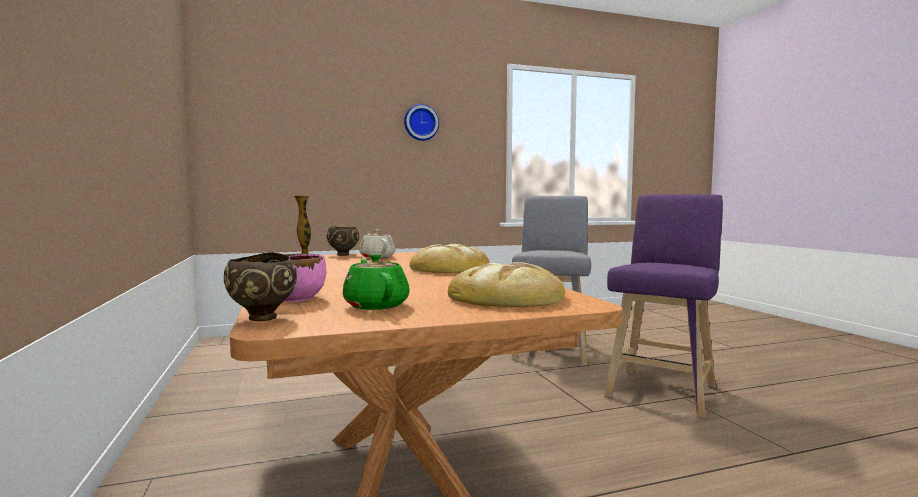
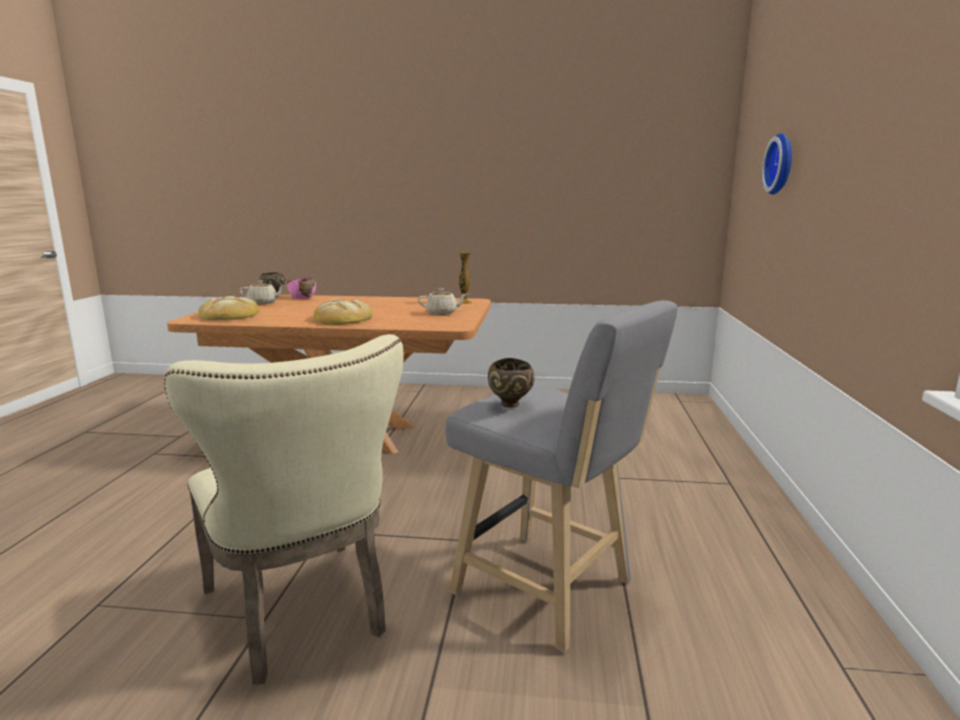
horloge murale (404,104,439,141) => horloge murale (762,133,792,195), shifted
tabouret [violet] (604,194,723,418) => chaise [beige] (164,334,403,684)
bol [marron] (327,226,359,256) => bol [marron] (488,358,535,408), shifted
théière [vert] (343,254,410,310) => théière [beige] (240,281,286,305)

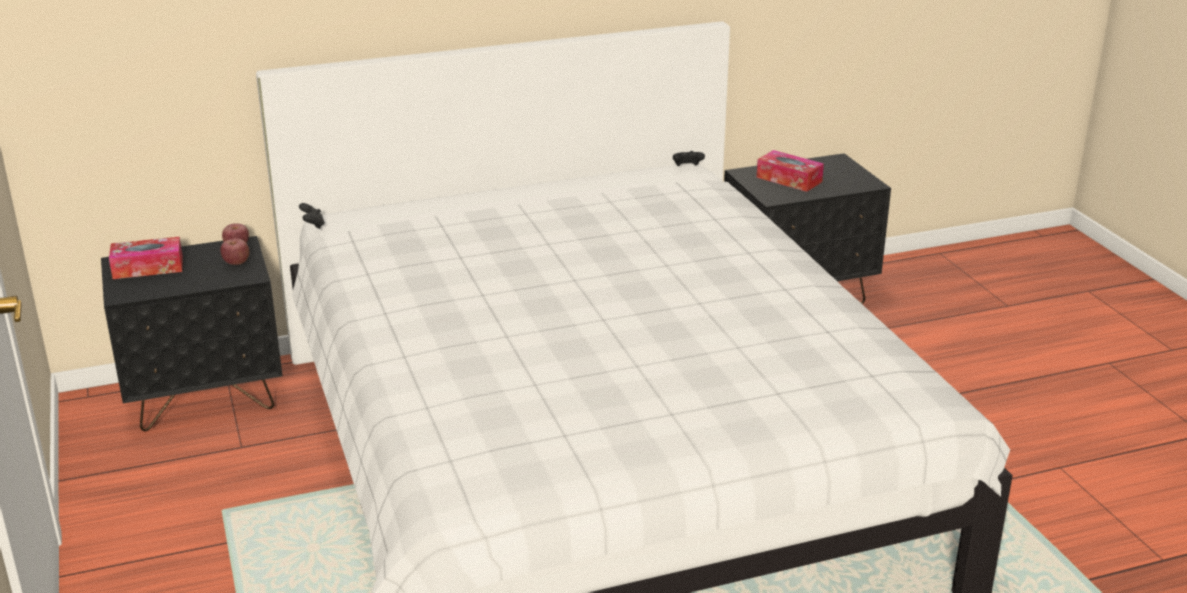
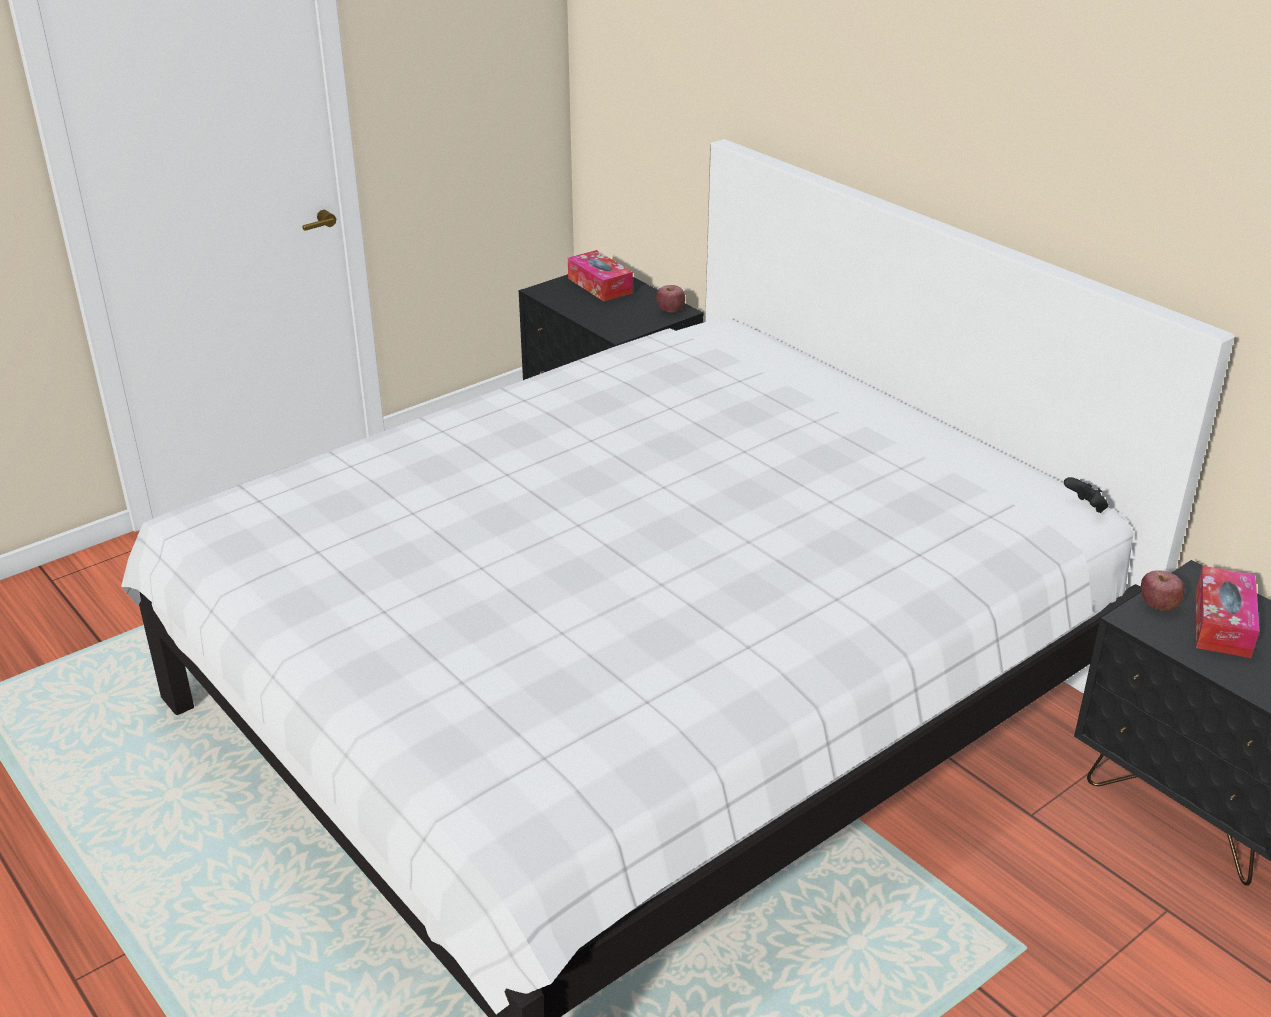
manette [noir] (299,203,325,229) => nothing
pomme (220,238,249,265) => pomme (1141,570,1184,611), shifted

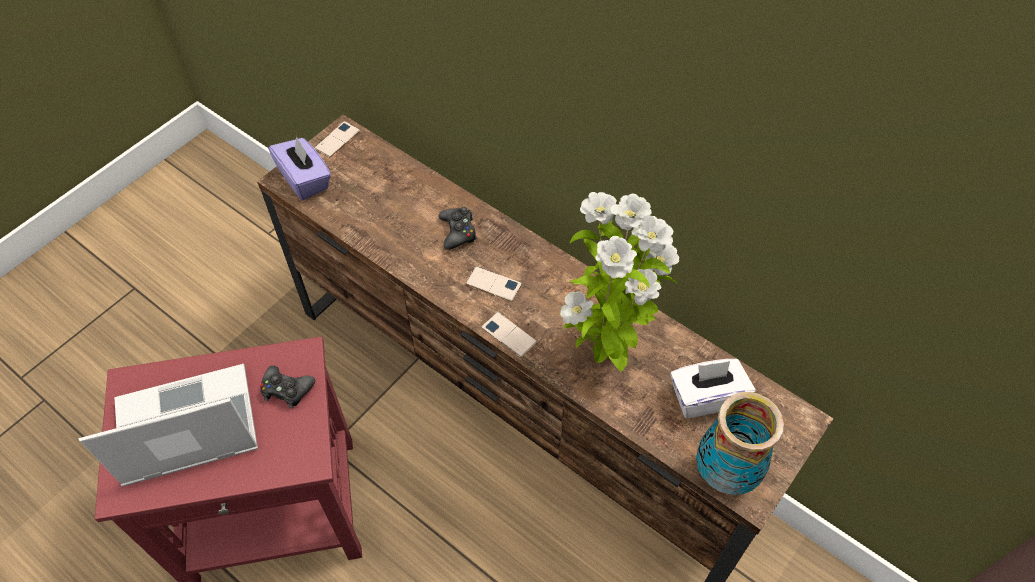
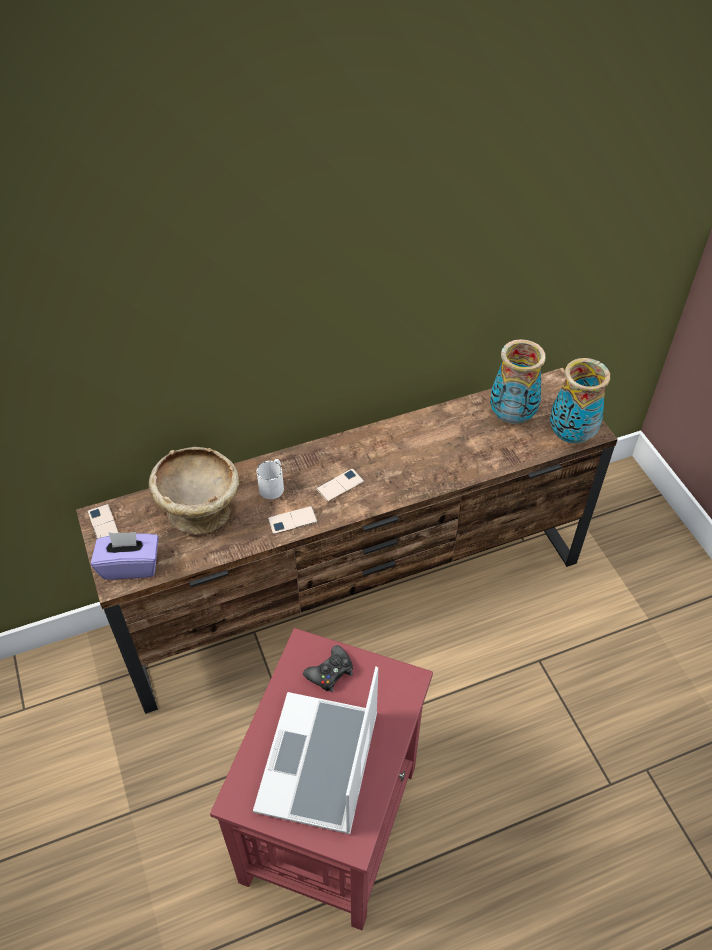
plante en pot (560,192,679,372) => nothing
manette [noir] (439,207,477,250) => mug [blanc] (257,459,284,499)
téléphone (481,312,537,358) => téléphone (268,506,318,534), shifted
boîte à mouchoirs [blanc] (670,359,756,418) => vase (490,339,546,424)
nothing => bol [beige] (149,447,239,535)

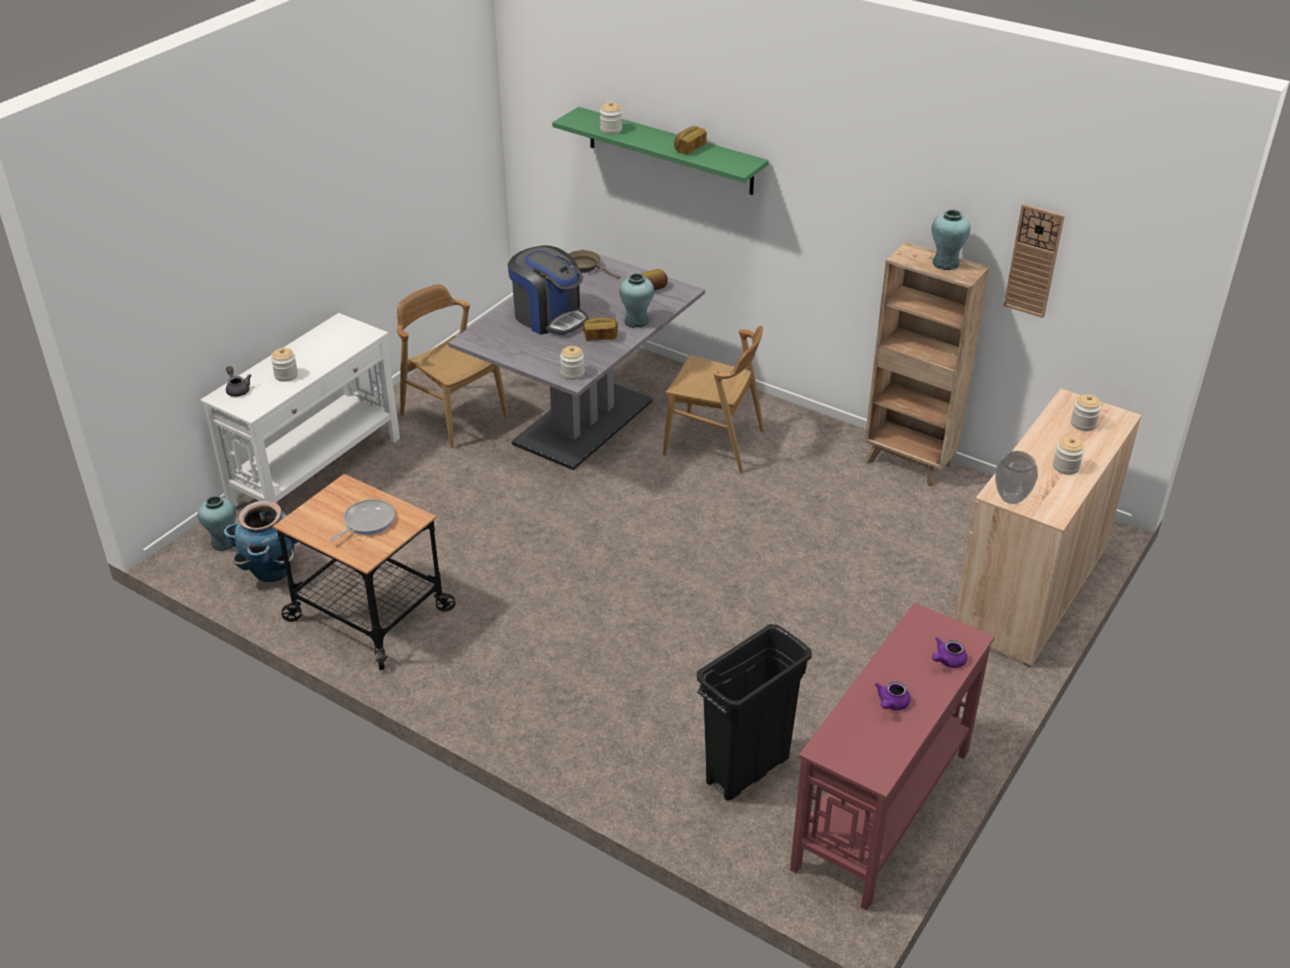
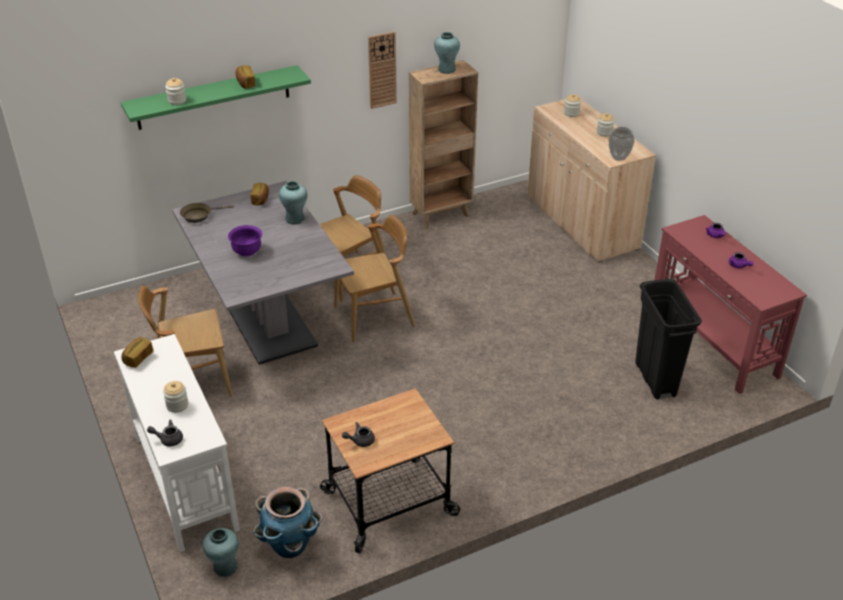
horloge murale (1004,204,1065,318) => horloge murale (368,31,397,109), shifted
machine à café (508,245,589,335) => bol [violet] (228,225,262,257)
pain (583,317,618,341) => pain (121,337,153,368), shifted
bocal (560,346,584,380) => nothing
poêle (329,499,395,541) => nothing
nothing => chaise [marron] (334,215,415,343)
nothing => théière [gris] (342,422,375,447)

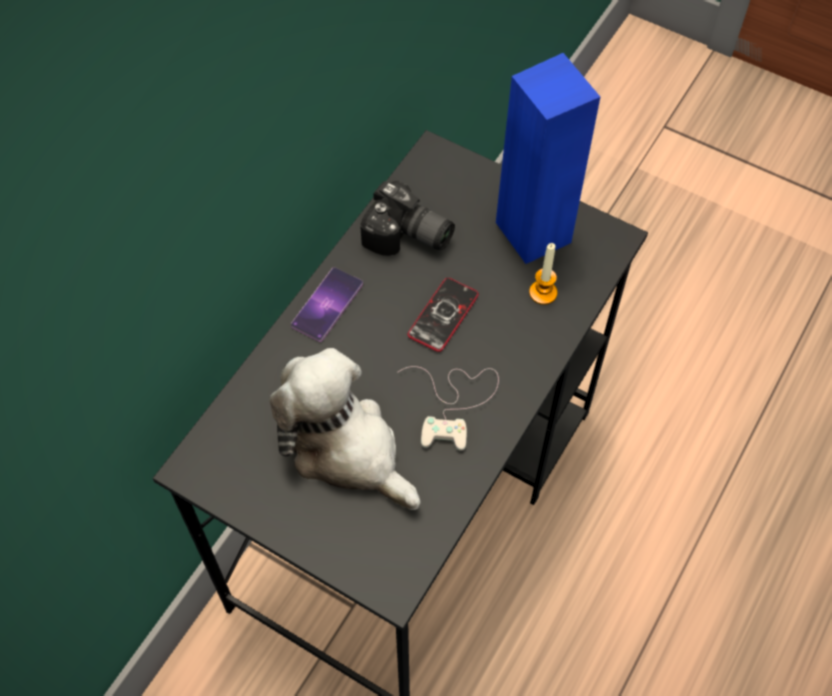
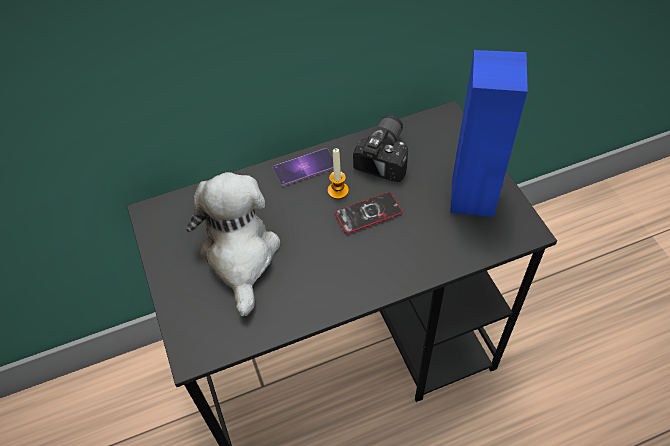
appareil photo (360,181,455,256) => appareil photo (353,115,408,182), 135 degrees counterclockwise
bougie (529,243,557,305) => bougie (327,148,349,199), shifted
manette [blanc] (397,366,499,451) => nothing

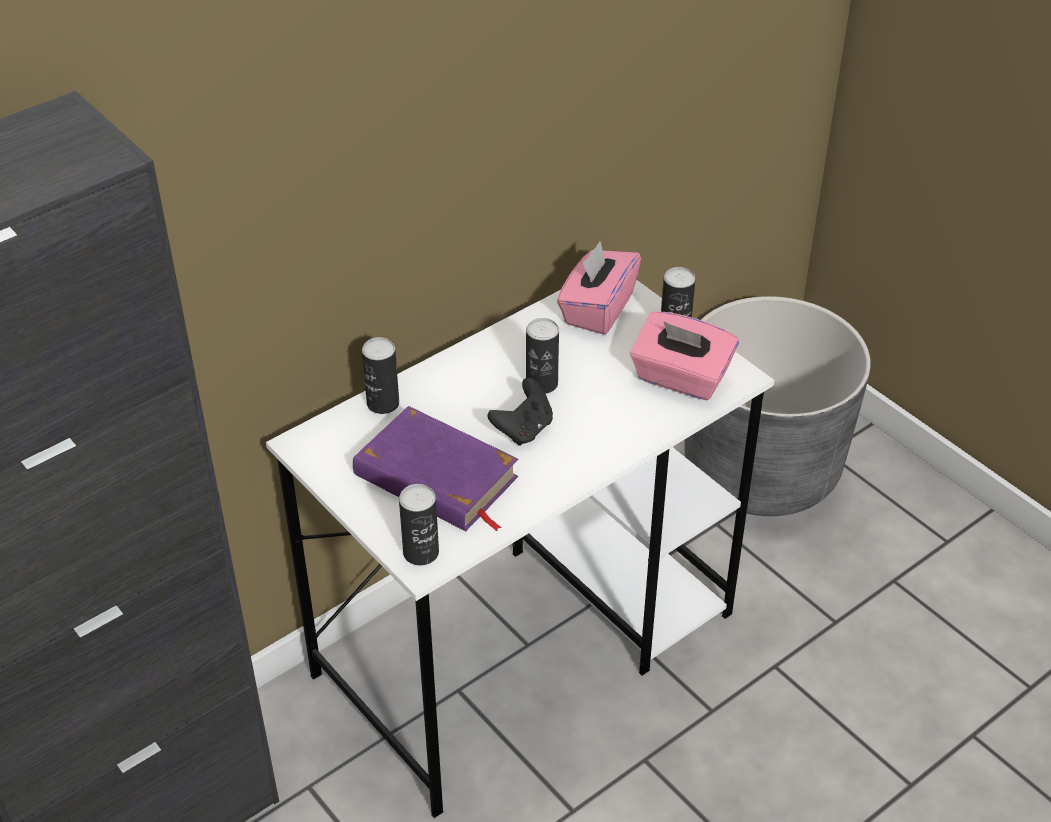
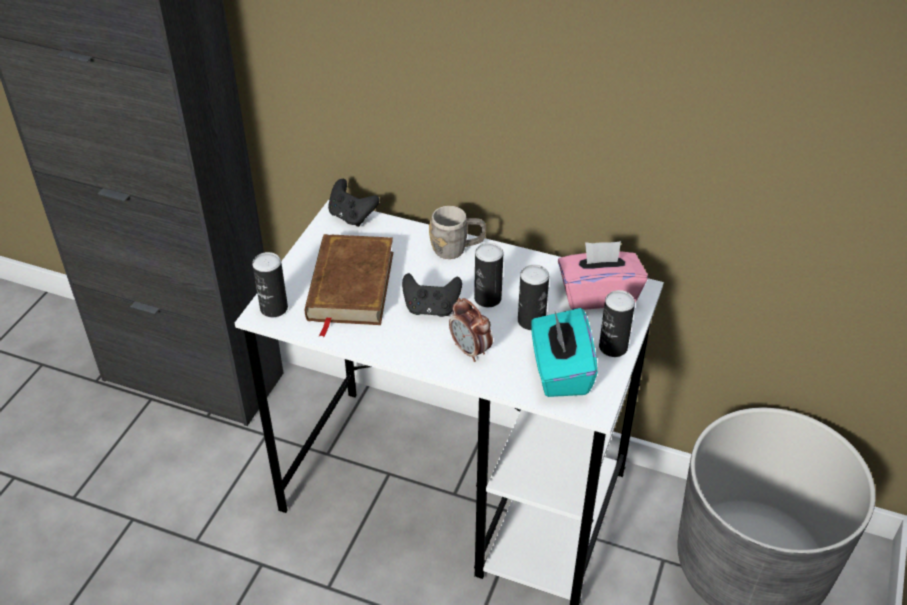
boîte à mouchoirs [rose] (630,312,739,400) => boîte à mouchoirs [turquoise] (531,308,598,397)
boîte métallique (362,337,399,414) => boîte métallique (518,265,549,330), shifted
livre [violet] (353,406,518,531) => livre [marron] (305,234,393,337)
nothing => manette [noir] (328,179,380,227)
nothing => mug [gris] (429,206,486,259)
nothing => réveil (449,298,493,362)

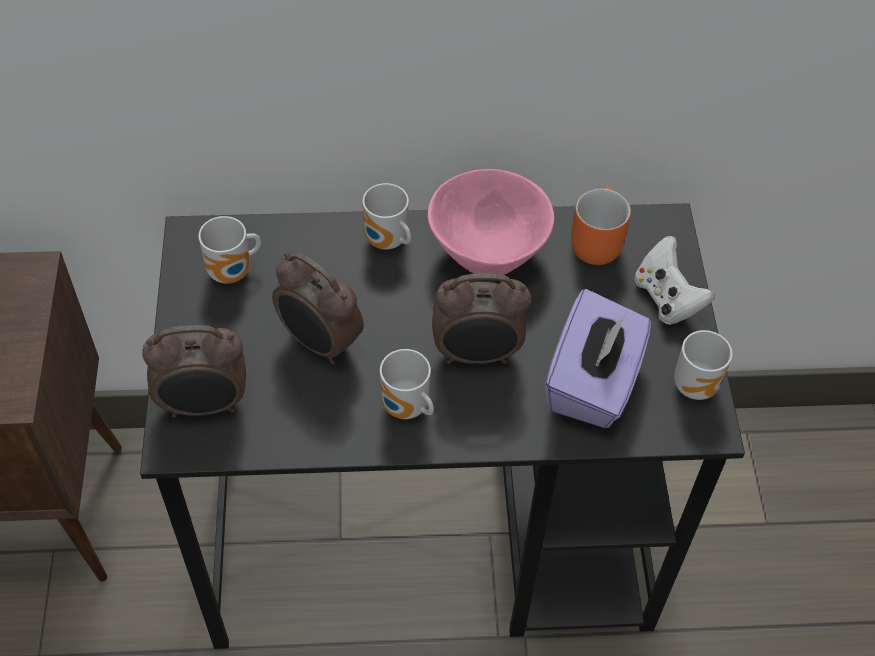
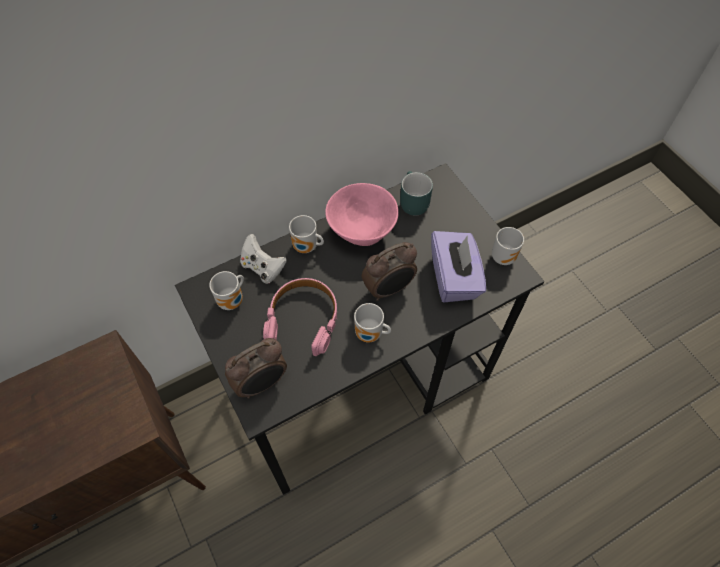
mug [orange] (571,187,631,265) => mug [turquoise] (400,171,433,216)
manette [blanc] (635,236,715,325) => manette [blanc] (240,234,287,284), shifted
réveil (272,252,364,364) => casque audio [rose] (263,278,337,356)

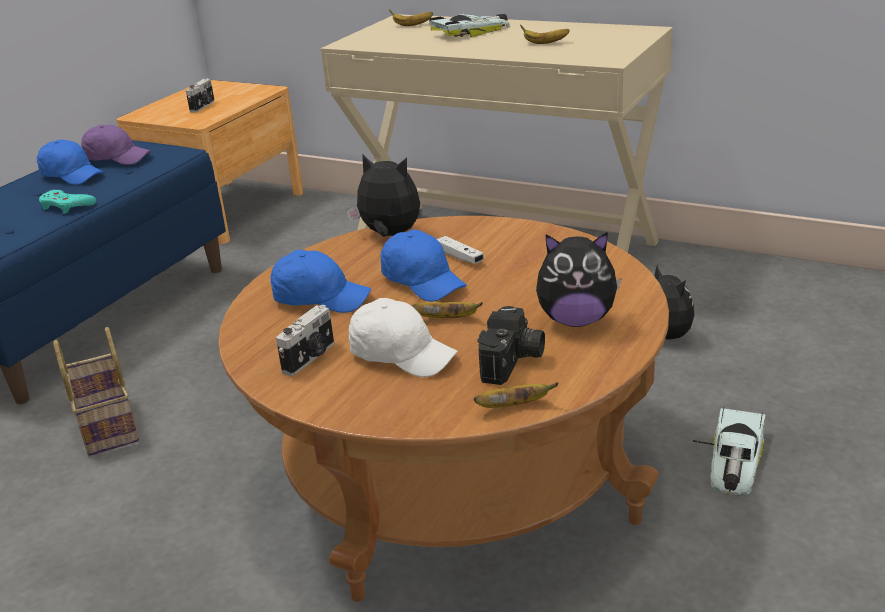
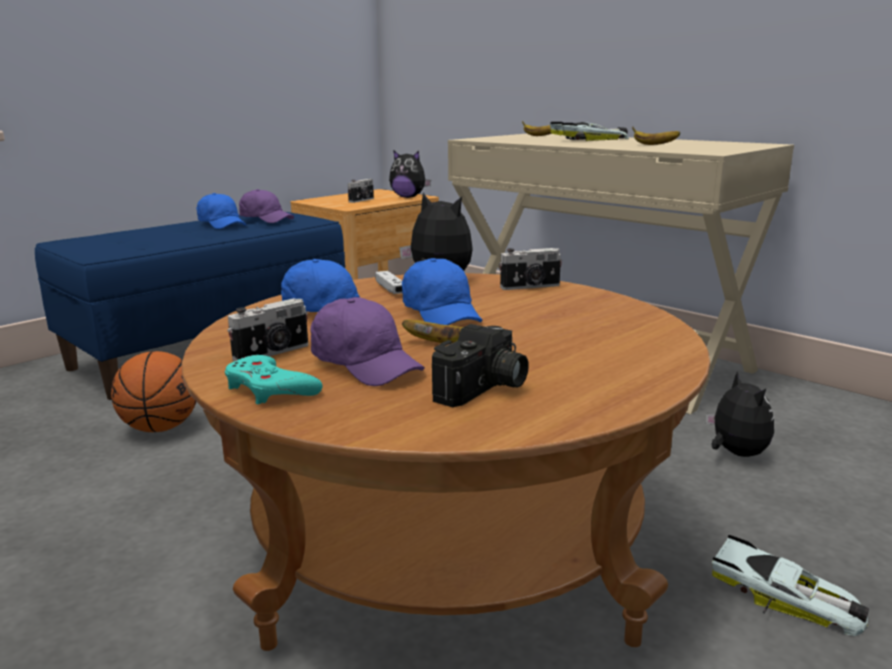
manette [turquoise] (39,190,96,214) => manette [turquoise] (225,355,323,405), shifted
peluche (536,232,621,327) => peluche (389,150,431,198), shifted
manette [blanc] (437,236,484,264) => manette [blanc] (375,271,402,294), shifted
casquette [blanc] (349,298,457,377) => casquette [violet] (310,297,425,386)
panier (53,327,139,456) => ballon de basket (111,351,196,432)
banane (474,382,559,408) => nothing
petite voiture (693,408,766,496) => petite voiture (712,535,869,636), 90 degrees counterclockwise
nothing => appareil photo (499,248,562,290)

